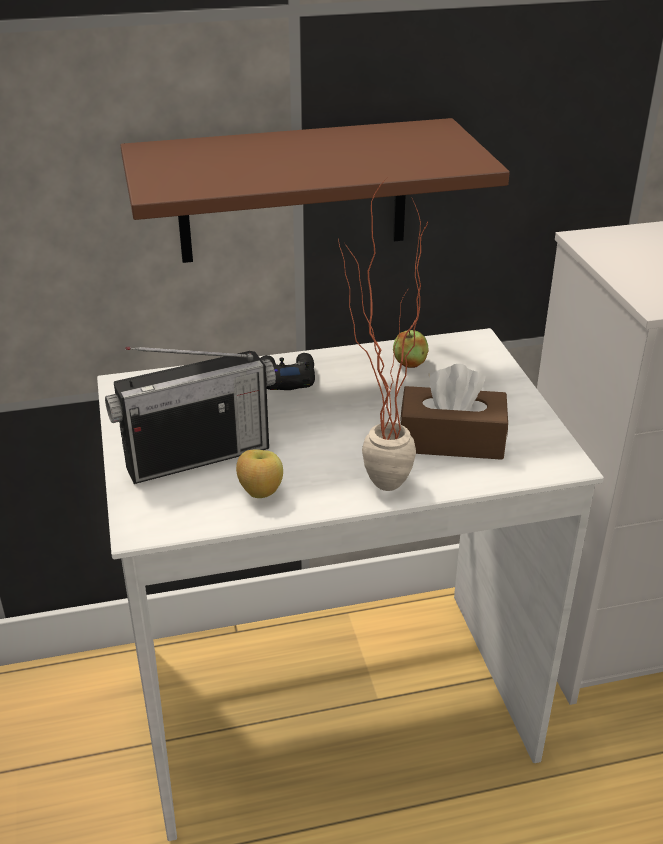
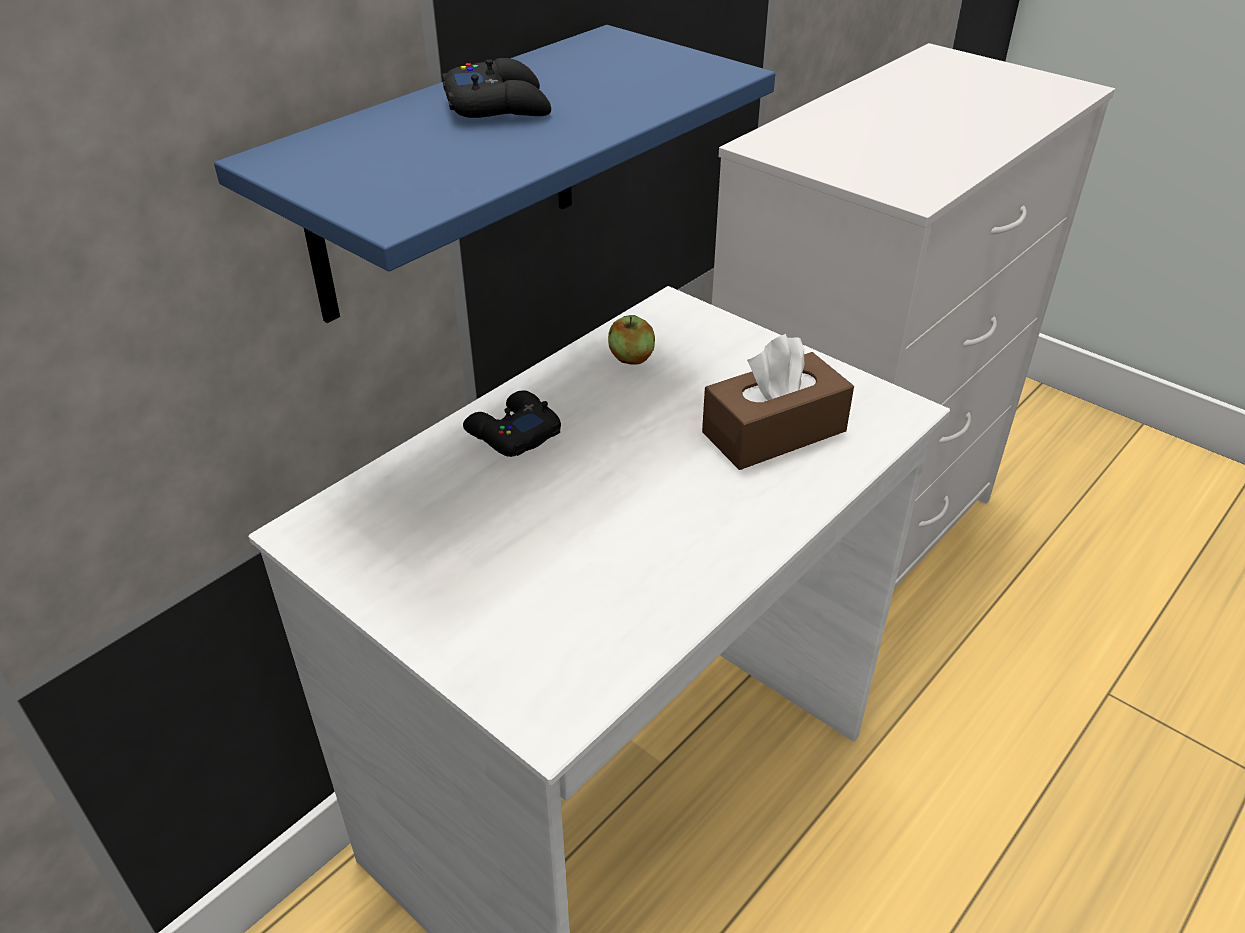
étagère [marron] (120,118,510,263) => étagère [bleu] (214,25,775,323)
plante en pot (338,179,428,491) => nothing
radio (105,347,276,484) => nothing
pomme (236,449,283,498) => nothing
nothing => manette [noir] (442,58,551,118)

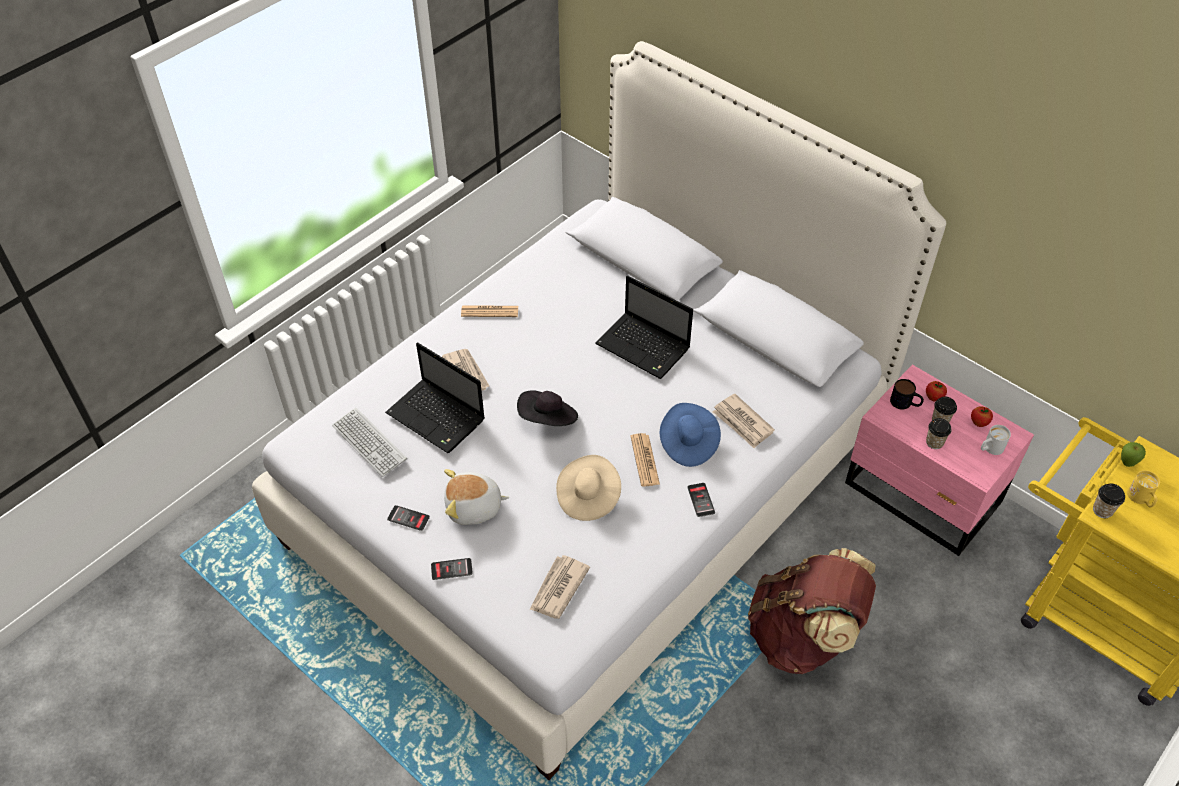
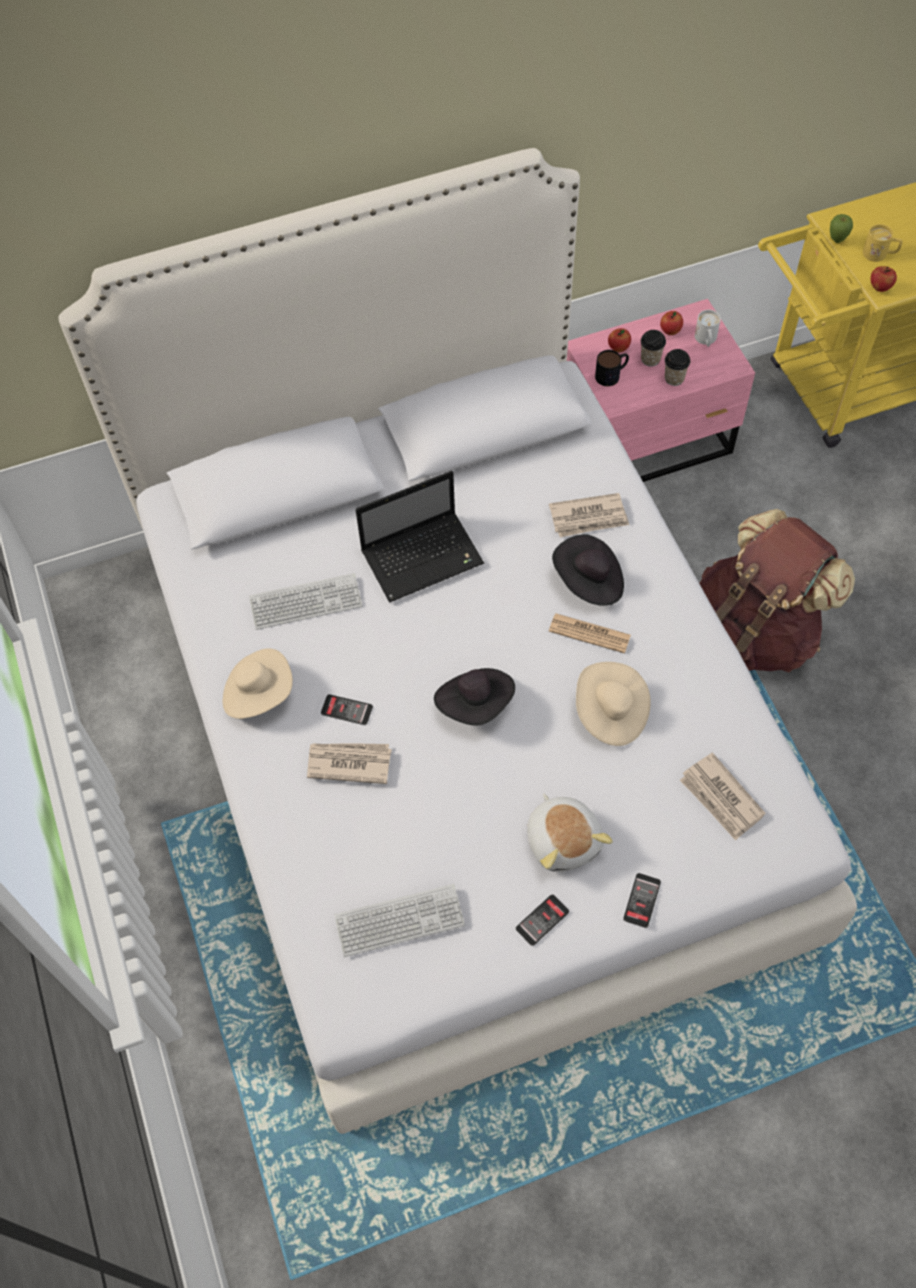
journal (461,305,518,317) => chapeau [beige] (223,648,293,719)
ordinateur portable (385,342,485,453) => nothing
chapeau [bleu] (660,403,721,467) => chapeau [noir] (552,534,624,606)
peluche (444,469,509,525) => peluche (527,793,613,872), 45 degrees counterclockwise
téléphone (687,483,715,517) => téléphone (321,694,373,725), shifted
tasse (1093,484,1125,518) => pomme (871,266,897,292)
nothing => clavier (249,573,362,630)

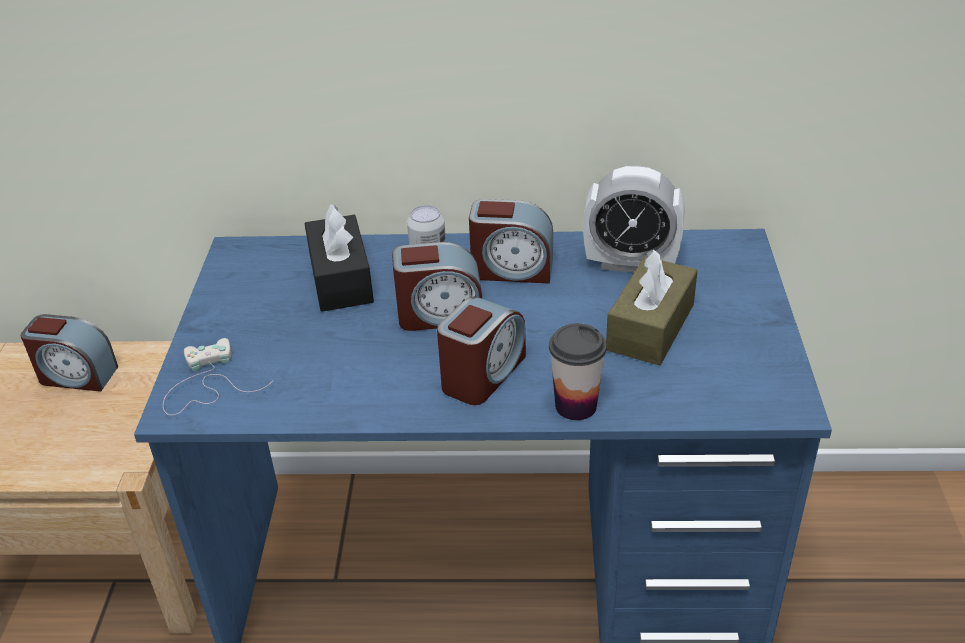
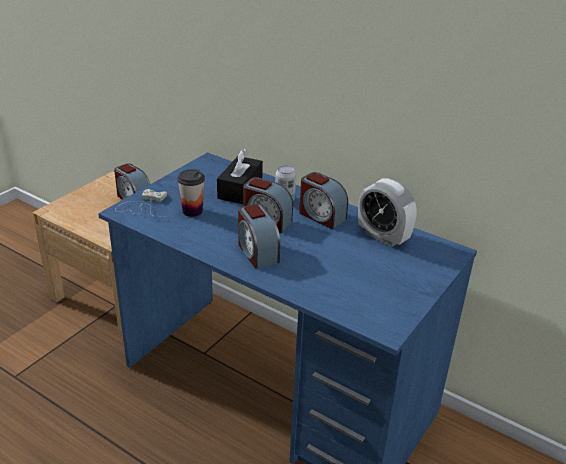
boîte à mouchoirs [marron] (606,250,698,366) => nothing
réveil (437,296,526,405) => réveil (238,204,280,269), 90 degrees clockwise
tasse (549,323,607,420) => tasse (177,169,205,217), shifted

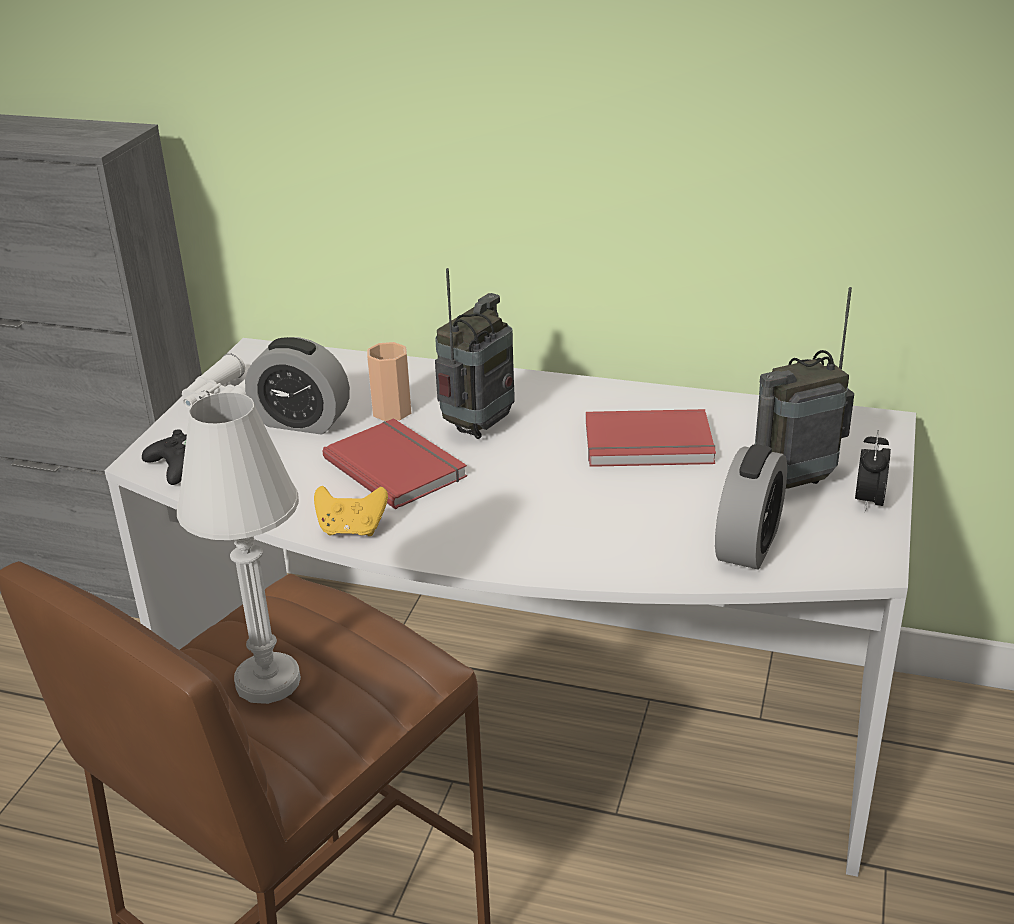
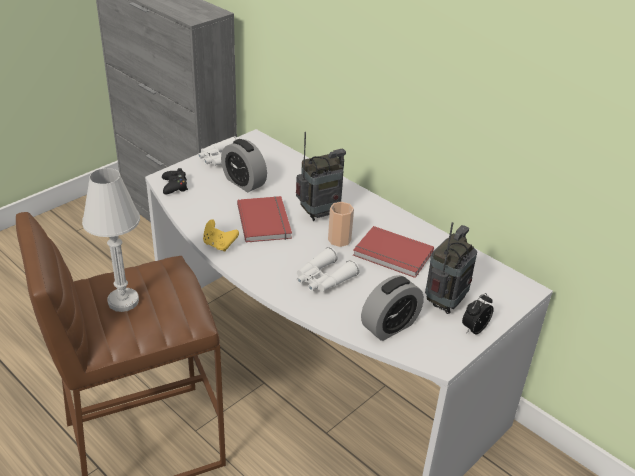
radio (755,287,854,489) => radio (425,222,477,314), 120 degrees clockwise
tasse (367,342,412,421) => tasse (328,202,354,247), shifted
nothing => jumelles [blanc] (296,247,360,292)

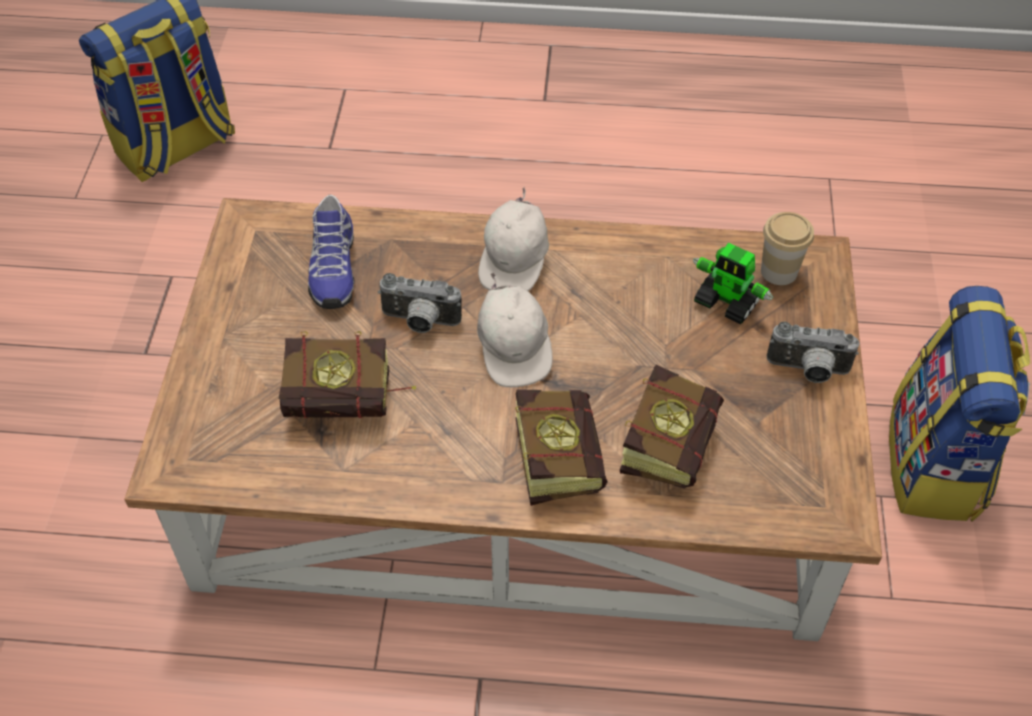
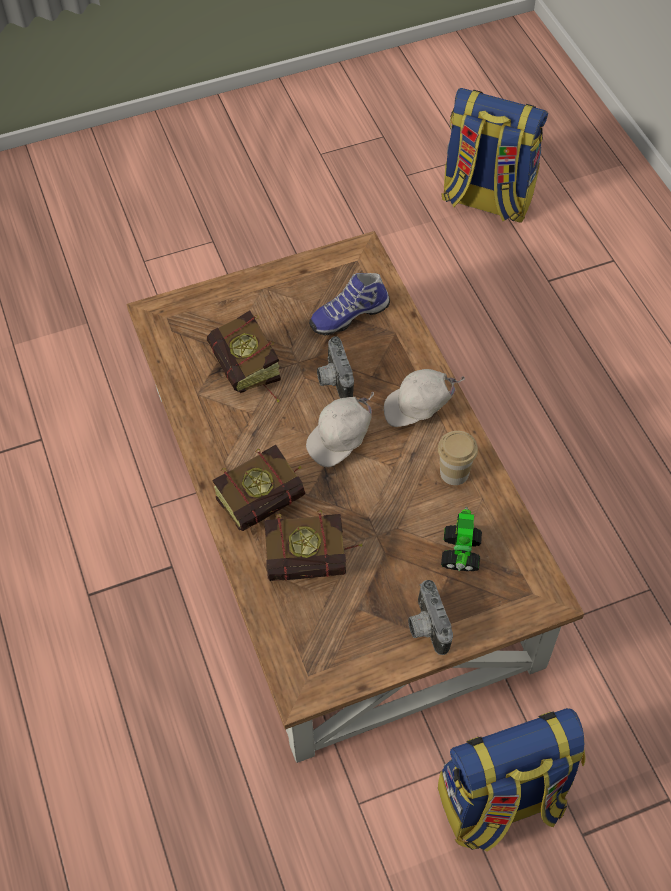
tasse (761,212,814,285) => tasse (438,431,478,485), shifted

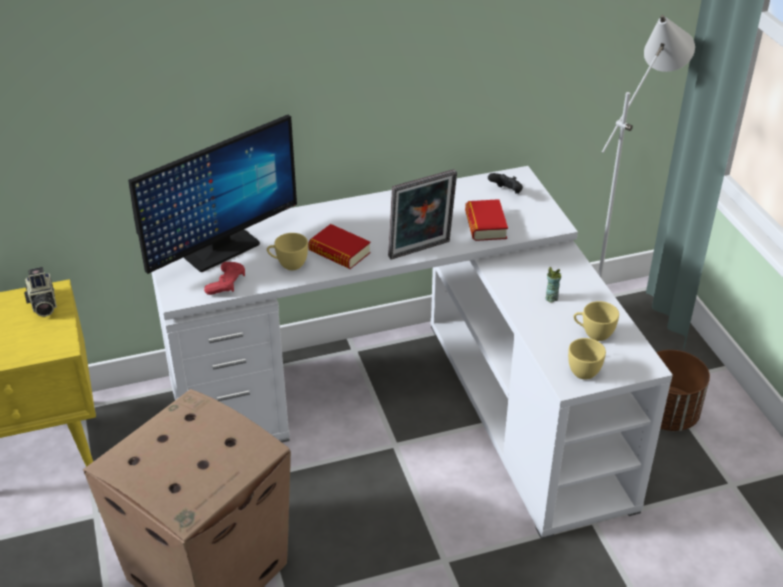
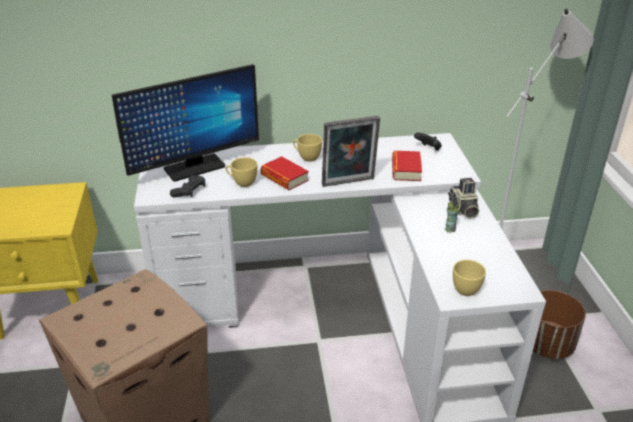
manette [rouge] (204,262,245,295) => manette [noir] (170,175,205,197)
appareil photo (24,267,57,317) => appareil photo (448,178,479,219), shifted
tasse [jaune] (574,301,619,341) => tasse [jaune] (293,134,322,162), shifted

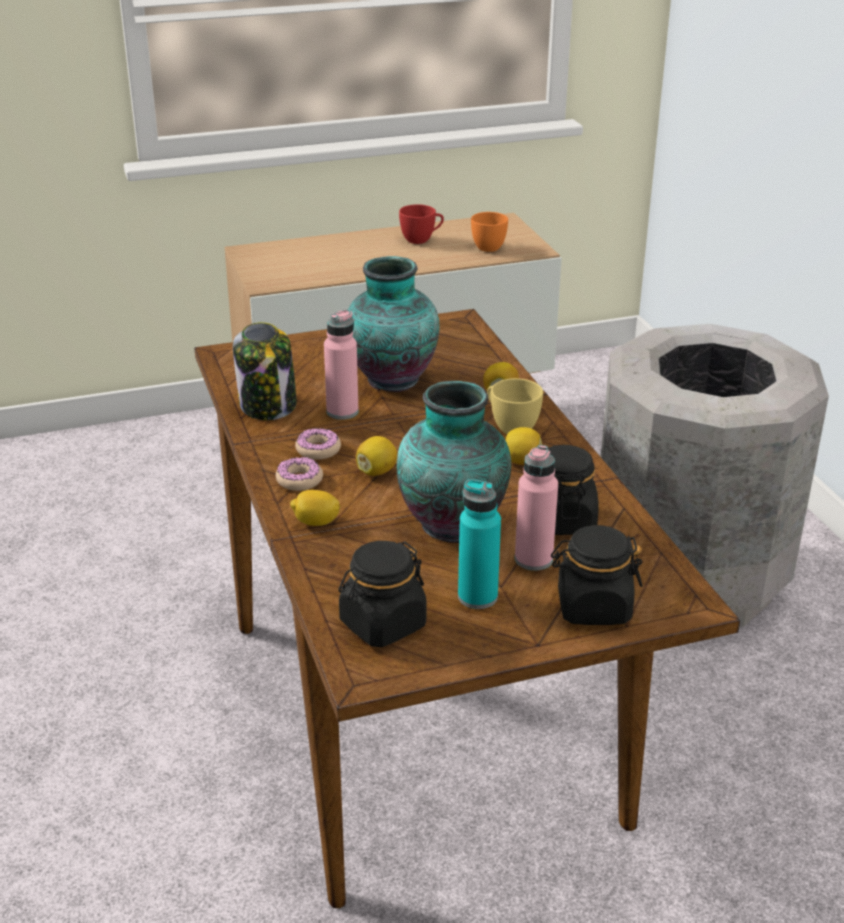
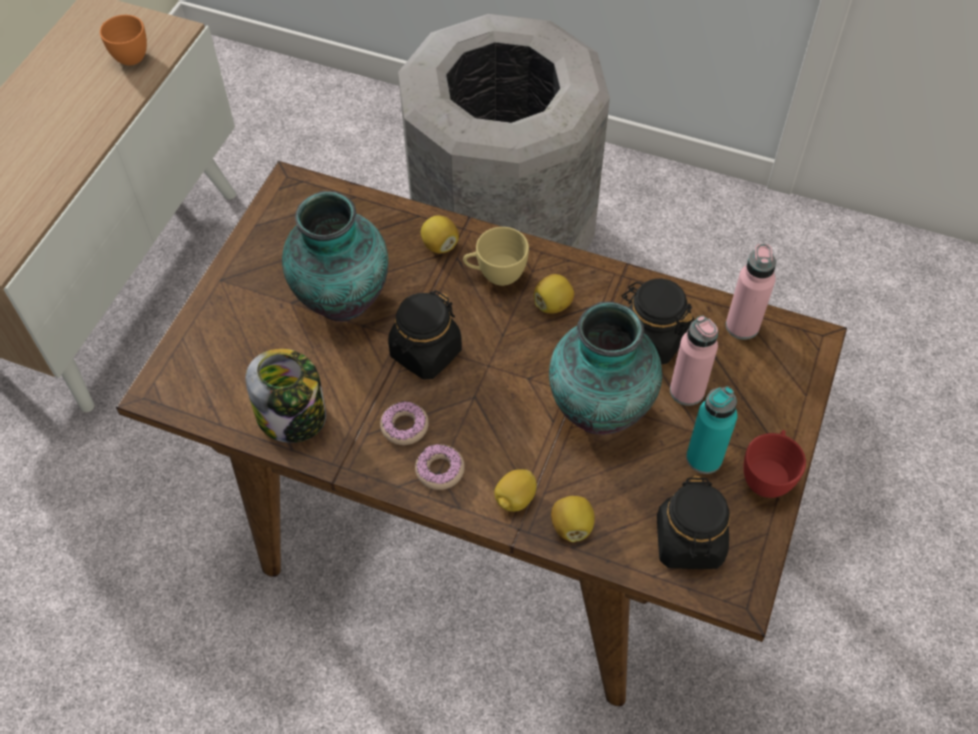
tasse [rouge] (399,204,444,244) => tasse [rouge] (743,430,806,498), shifted
bouteille [rose] (324,310,359,420) => bouteille [rose] (726,244,776,340), shifted
citron (356,436,397,476) => citron (551,496,595,542), shifted
bocal [noir] (551,525,643,625) => bocal [noir] (388,290,462,380), shifted

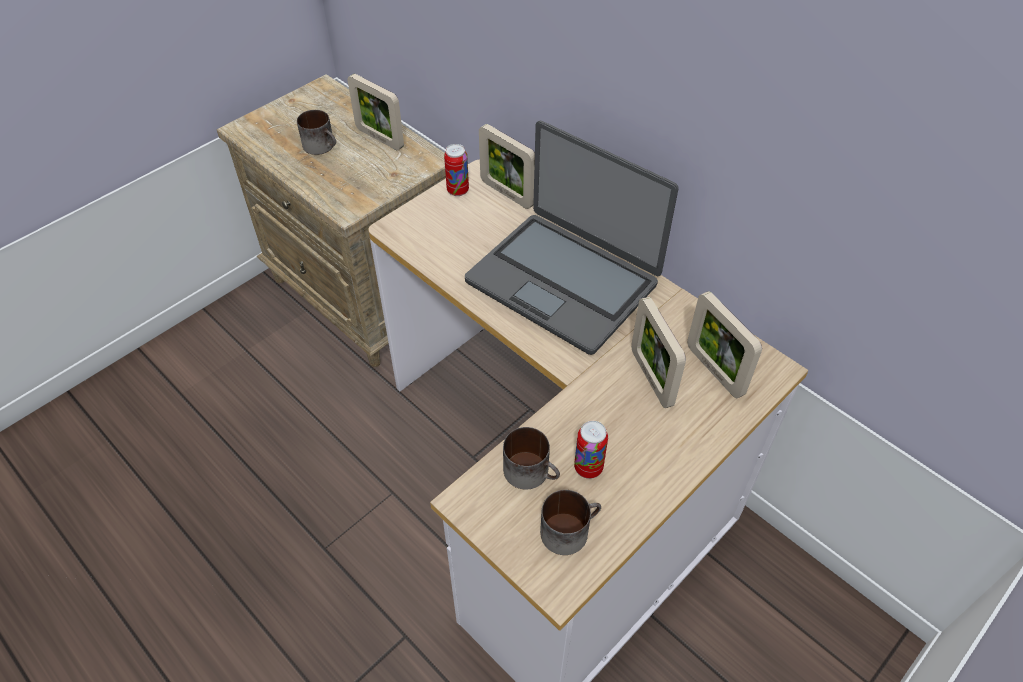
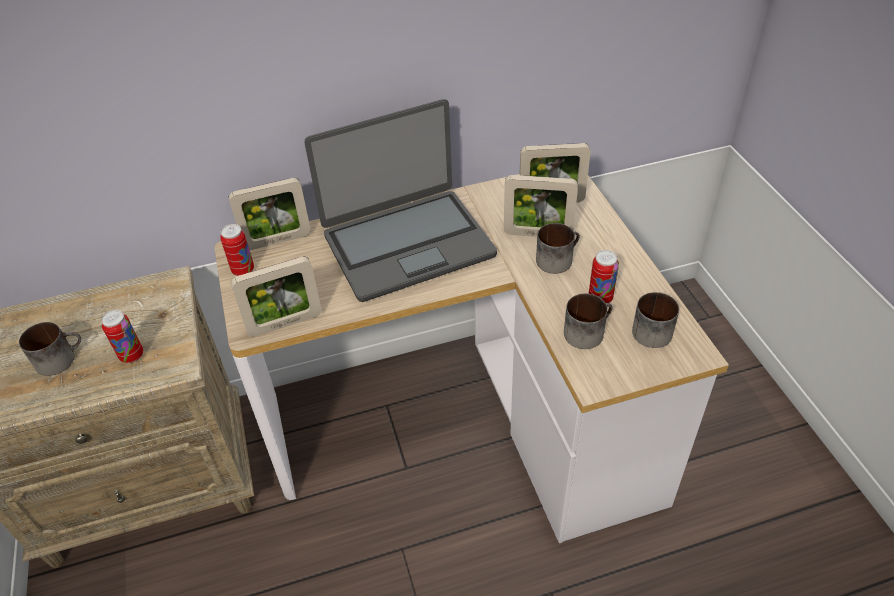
cadre photo (347,74,404,151) => cadre photo (231,257,322,337), shifted
nothing => mug (536,223,580,274)
nothing => boîte métallique (101,310,143,363)

